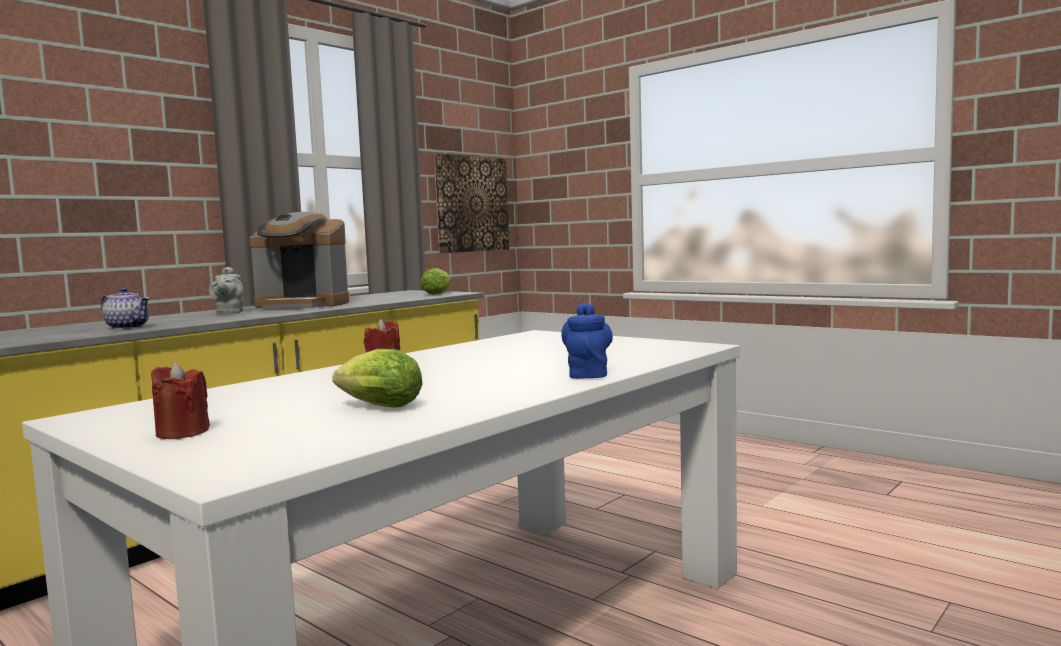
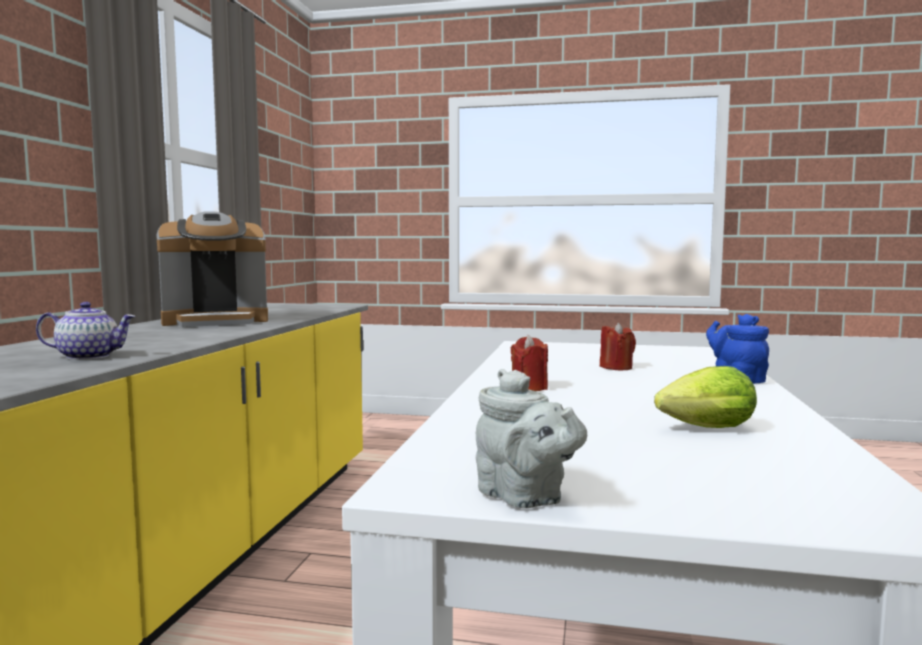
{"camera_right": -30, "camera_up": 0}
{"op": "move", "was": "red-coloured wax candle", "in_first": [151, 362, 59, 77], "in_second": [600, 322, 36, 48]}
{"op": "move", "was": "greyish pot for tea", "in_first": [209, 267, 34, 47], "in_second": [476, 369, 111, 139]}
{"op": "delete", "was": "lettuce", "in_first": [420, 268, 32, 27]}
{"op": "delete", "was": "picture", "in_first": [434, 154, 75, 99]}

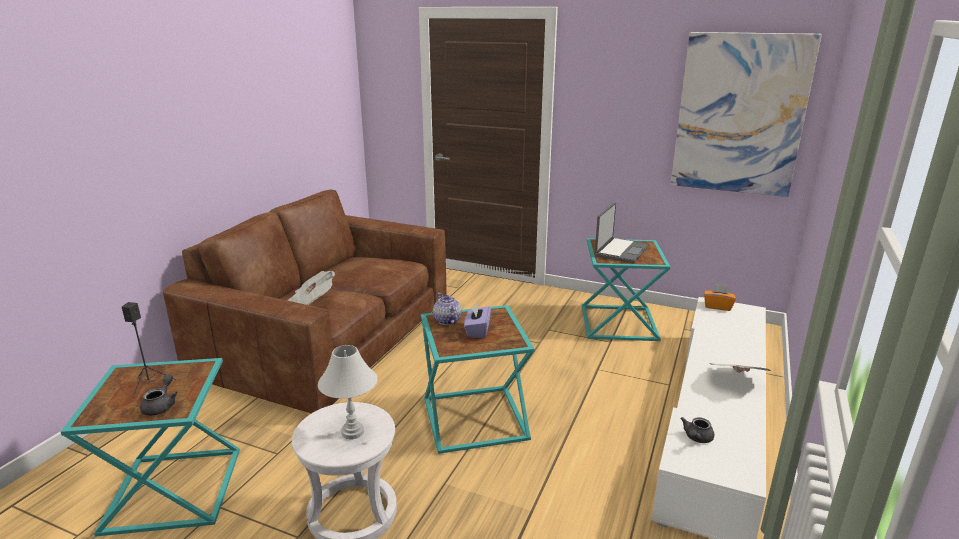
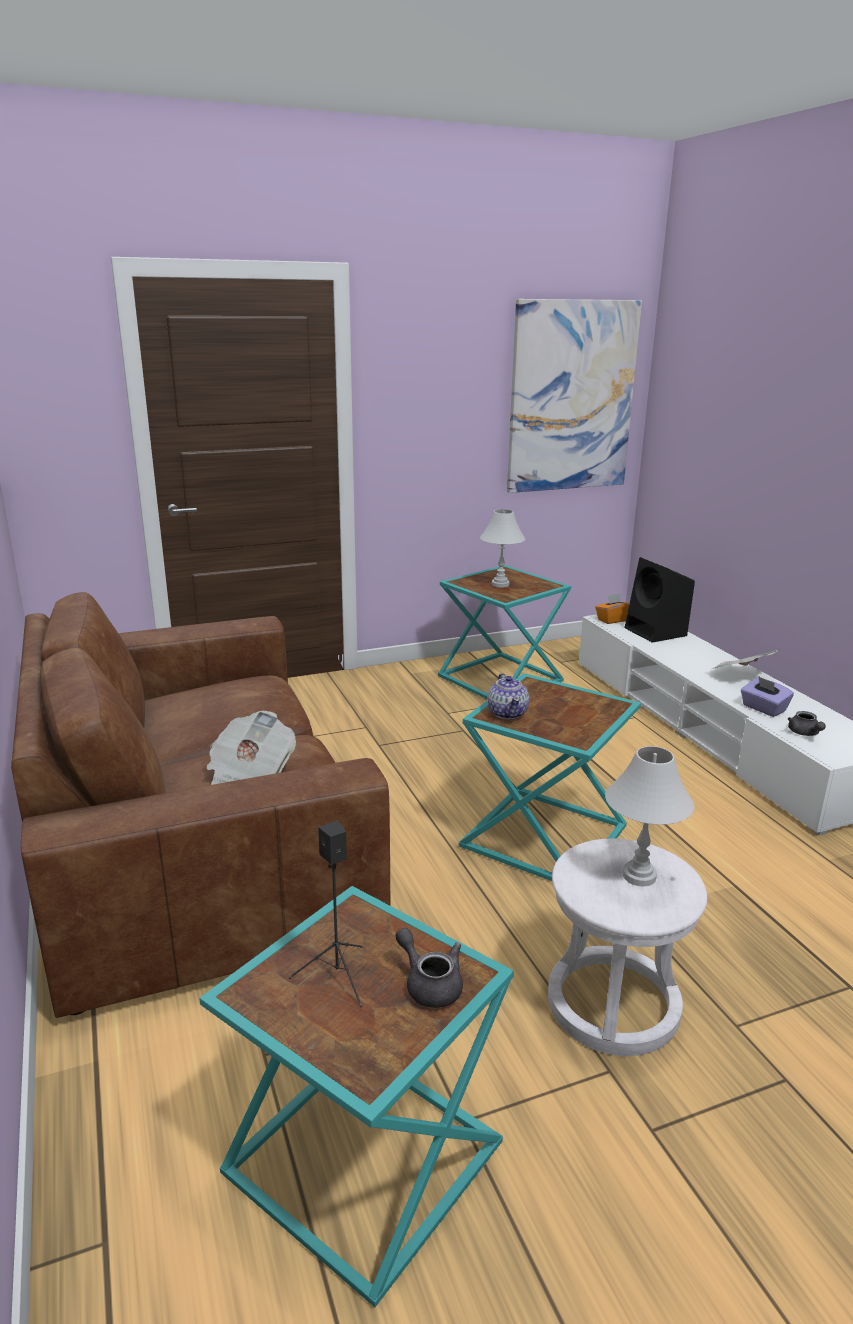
{"camera_right": -45, "camera_up": 0}
{"op": "rotate", "was": "pot for tea", "in_first": [433, 293, 29, 32], "in_second": [487, 673, 42, 46], "clockwise": -120}
{"op": "move", "was": "purplish tissue holder", "in_first": [464, 302, 27, 36], "in_second": [741, 677, 53, 40]}
{"op": "replace", "was": "laptop", "now": "whitish lamp for a table", "in_first": [595, 202, 54, 61], "in_second": [480, 509, 46, 78]}
{"op": "insert", "now": "black-coloured speaker", "in_second": [625, 557, 70, 86]}

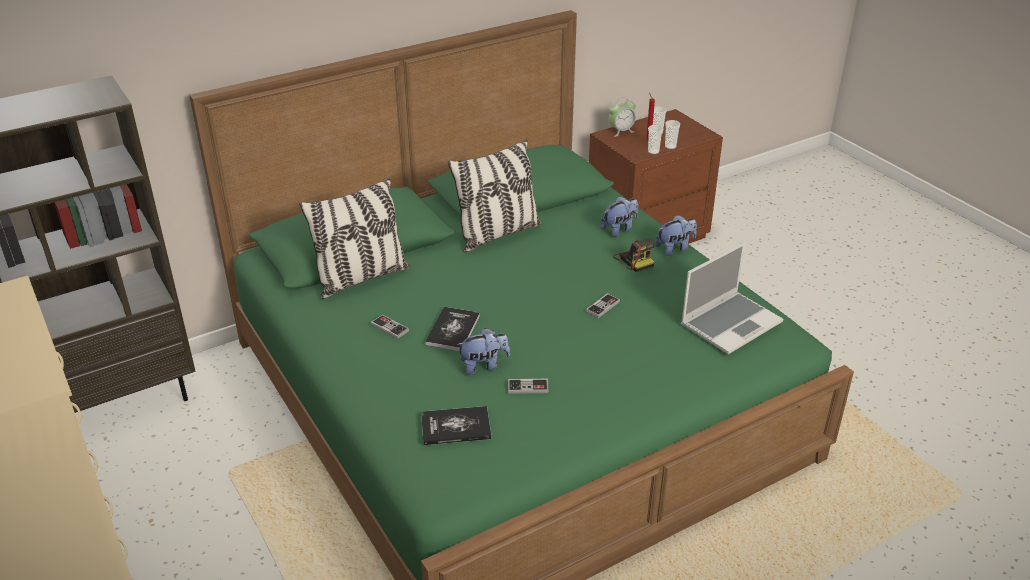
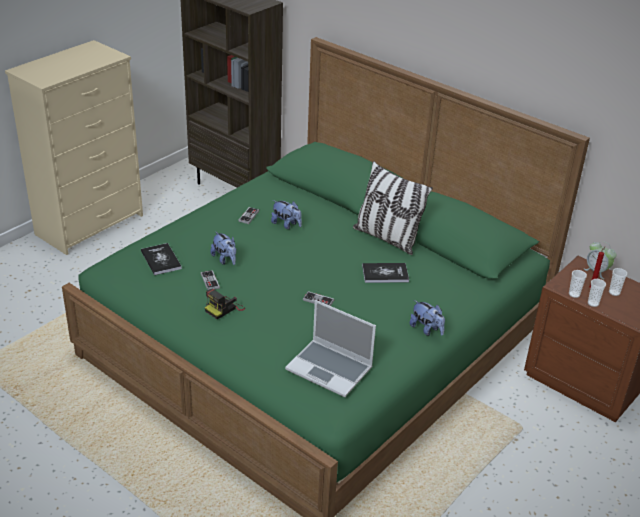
{"camera_right": 70, "camera_up": 0}
{"op": "delete", "was": "pillow", "in_first": [299, 178, 111, 121]}
{"op": "move", "was": "volume", "in_first": [425, 307, 55, 44], "in_second": [362, 263, 47, 20]}
{"op": "move", "was": "plush toy", "in_first": [600, 196, 38, 41], "in_second": [271, 200, 31, 29]}
{"op": "move", "was": "photo camera", "in_first": [613, 238, 42, 34], "in_second": [205, 289, 40, 30]}

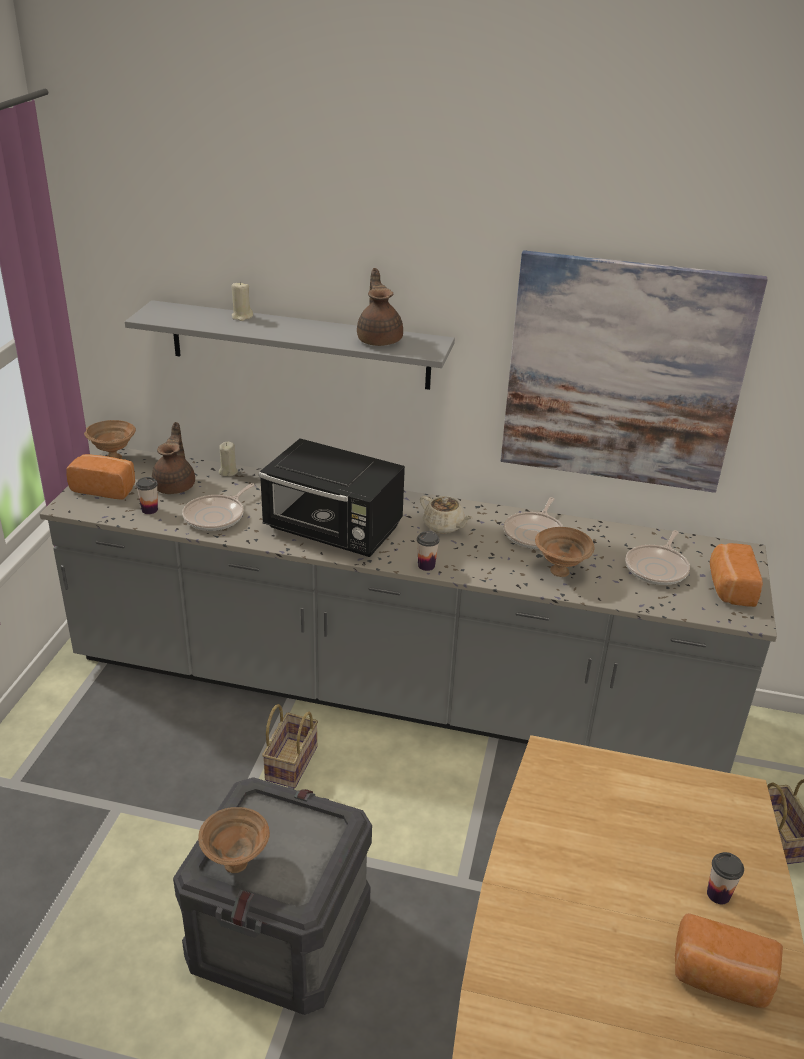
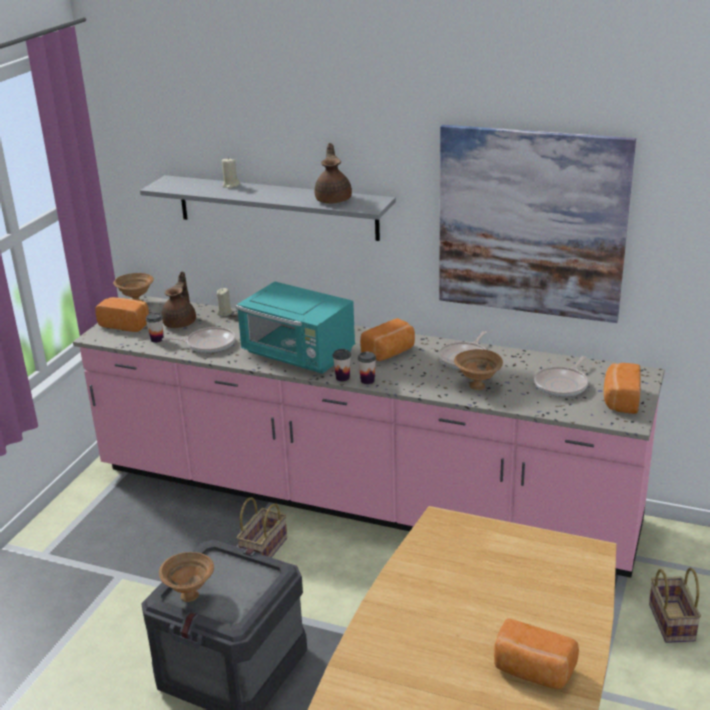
{"camera_right": 10, "camera_up": -5}
{"op": "recolor", "was": "greyish kitchen base unit", "now": "pinkish kitchen base unit", "in_first": [40, 448, 737, 325], "in_second": [73, 295, 592, 283]}
{"op": "rotate", "was": "skillet", "in_first": [182, 483, 73, 48], "in_second": [162, 327, 73, 26], "clockwise": -135}
{"op": "recolor", "was": "black-coloured kitchen microwave", "now": "turquoise kitchen microwave", "in_first": [259, 438, 146, 119], "in_second": [236, 282, 119, 92]}
{"op": "replace", "was": "beige-coloured pot for tea", "now": "baked bread", "in_first": [420, 496, 53, 38], "in_second": [360, 318, 55, 43]}
{"op": "move", "was": "cup", "in_first": [707, 852, 37, 52], "in_second": [333, 349, 18, 32]}

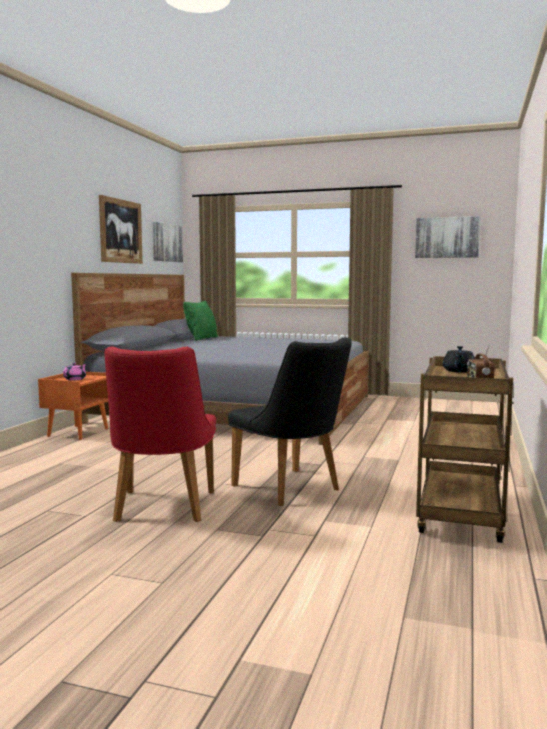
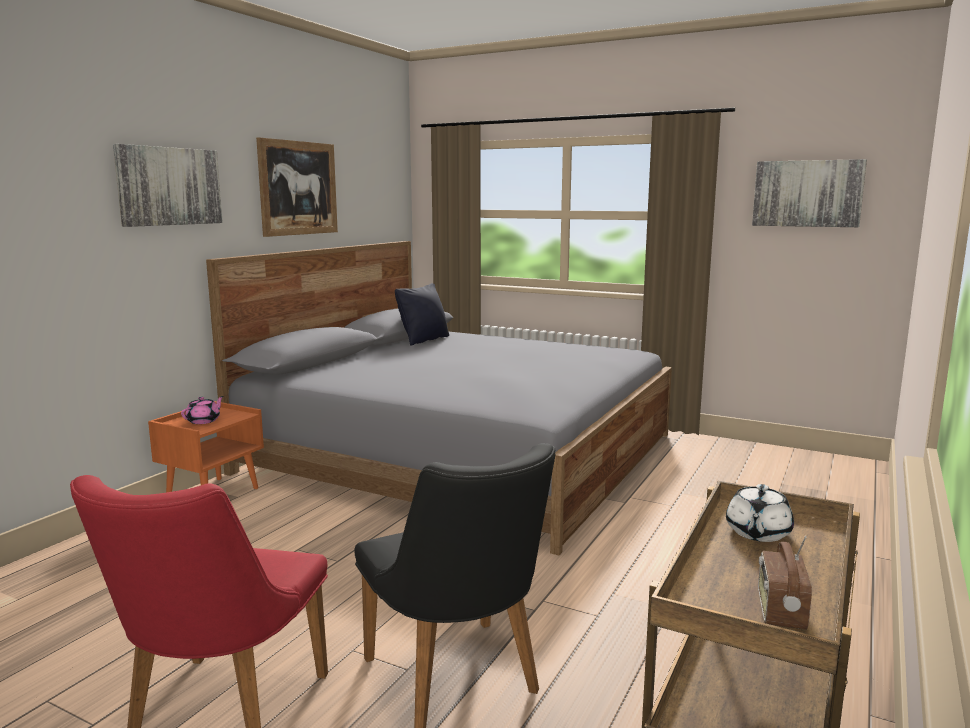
{"camera_right": 10, "camera_up": 5}
{"op": "move", "was": "picture", "in_first": [153, 222, 30, 40], "in_second": [113, 144, 110, 83]}
{"op": "recolor", "was": "greenish pillow", "now": "black-coloured pillow", "in_first": [183, 301, 35, 40], "in_second": [395, 283, 54, 63]}
{"op": "recolor", "was": "black-coloured pot for tea", "now": "whitish pot for tea", "in_first": [443, 346, 32, 27], "in_second": [726, 484, 68, 58]}

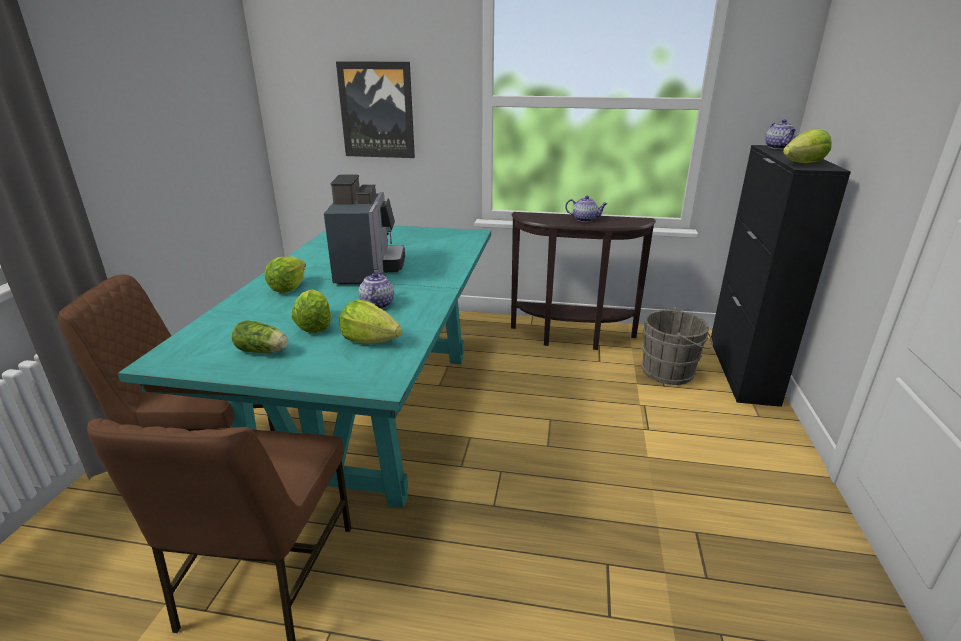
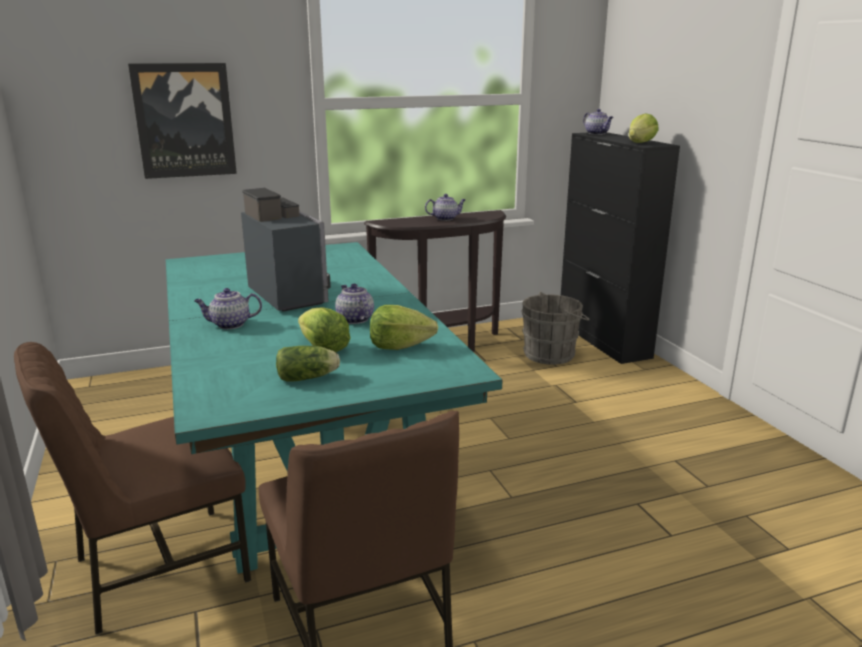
{"camera_right": -30, "camera_up": -5}
{"op": "replace", "was": "lettuce", "now": "pot for tea", "in_first": [265, 256, 41, 37], "in_second": [194, 288, 68, 41]}

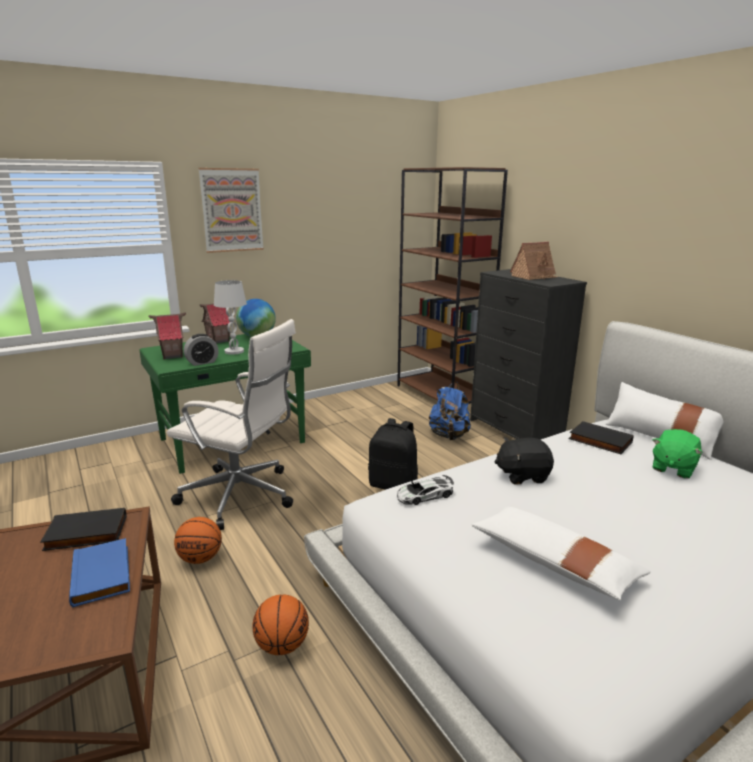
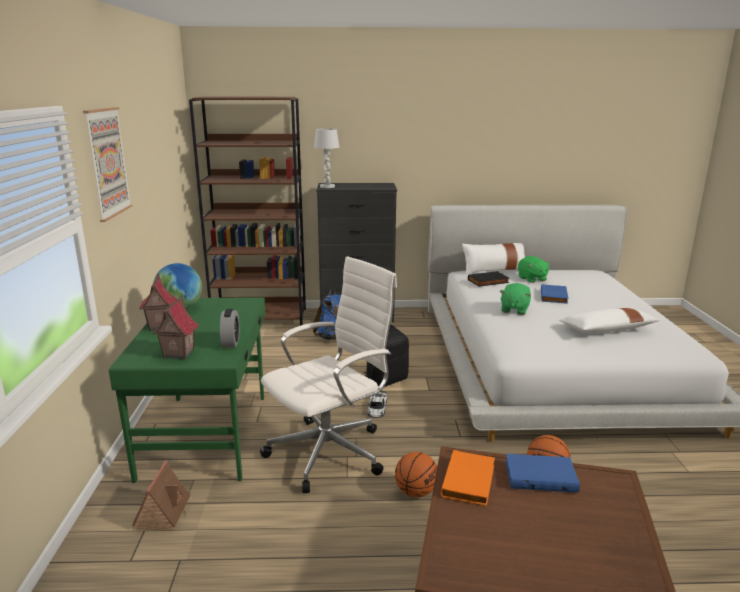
{"camera_right": -60, "camera_up": 0}
{"op": "recolor", "was": "black-coloured volume", "now": "orangey volume", "in_first": [40, 508, 87, 43], "in_second": [441, 450, 54, 56]}
{"op": "move", "was": "whitish lamp for a table", "in_first": [214, 280, 33, 75], "in_second": [314, 129, 25, 59]}
{"op": "move", "was": "miniature car", "in_first": [397, 475, 57, 30], "in_second": [368, 391, 19, 27]}
{"op": "recolor", "was": "black-coloured plush toy", "now": "greenish plush toy", "in_first": [494, 437, 60, 47], "in_second": [500, 283, 31, 32]}
{"op": "move", "was": "model house", "in_first": [510, 242, 47, 38], "in_second": [132, 461, 58, 70]}
{"op": "insert", "now": "bluish volume", "in_second": [541, 284, 27, 20]}

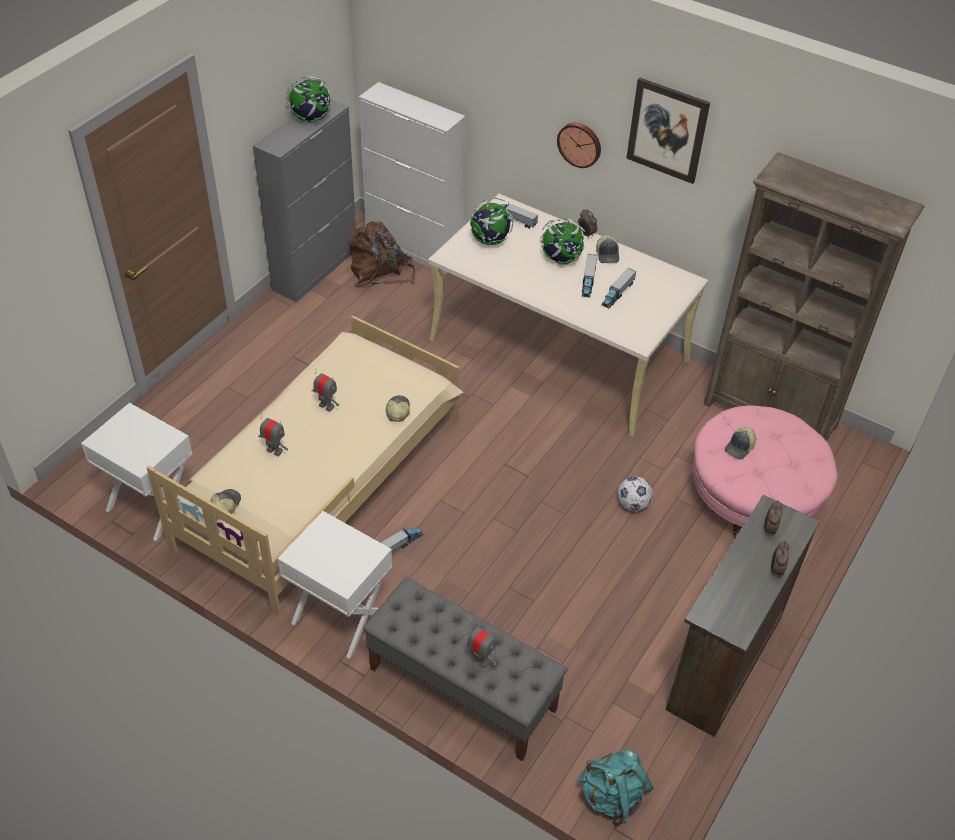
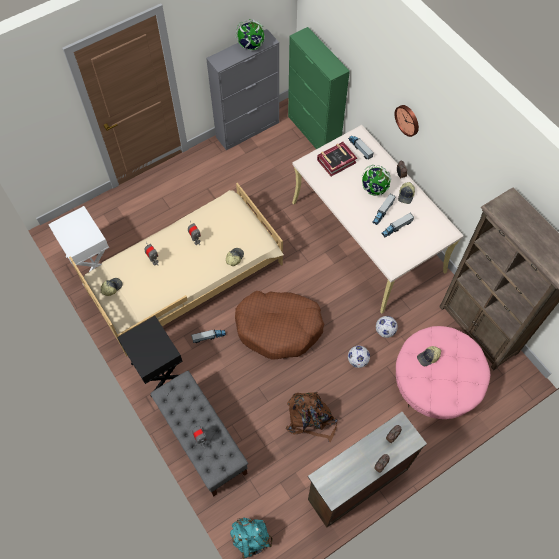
{"camera_right": 25, "camera_up": 15}
{"op": "recolor", "was": "whitish bedside table", "now": "black-coloured bedside table", "in_first": [277, 511, 115, 148], "in_second": [117, 316, 66, 81]}
{"op": "move", "was": "brown backpack", "in_first": [348, 221, 67, 66], "in_second": [286, 392, 51, 50]}
{"op": "recolor", "was": "whitish storage cabinet", "now": "greenish storage cabinet", "in_first": [359, 82, 106, 192], "in_second": [288, 27, 62, 122]}
{"op": "replace", "was": "globe", "now": "volume", "in_first": [470, 198, 43, 47], "in_second": [317, 142, 40, 34]}
{"op": "delete", "was": "picture", "in_first": [626, 78, 84, 106]}
{"op": "insert", "now": "brown pet bed", "in_second": [235, 291, 89, 69]}
{"op": "insert", "now": "football ball", "in_second": [376, 316, 22, 22]}

